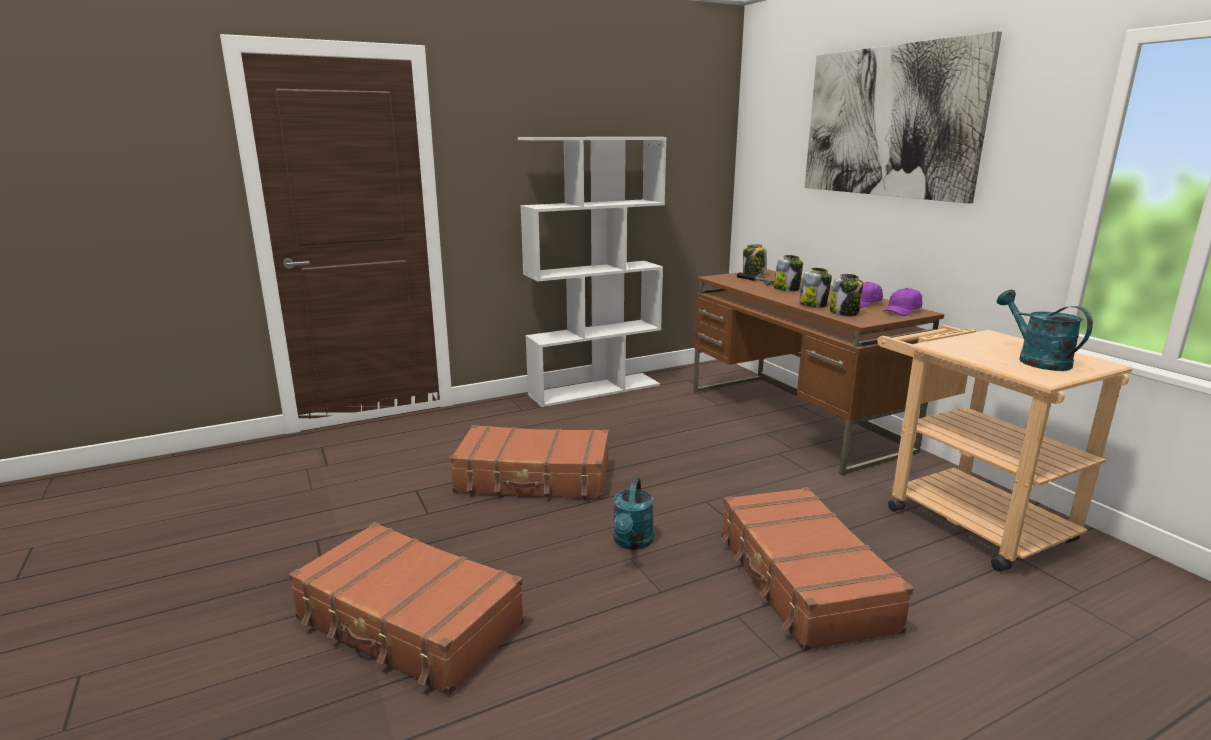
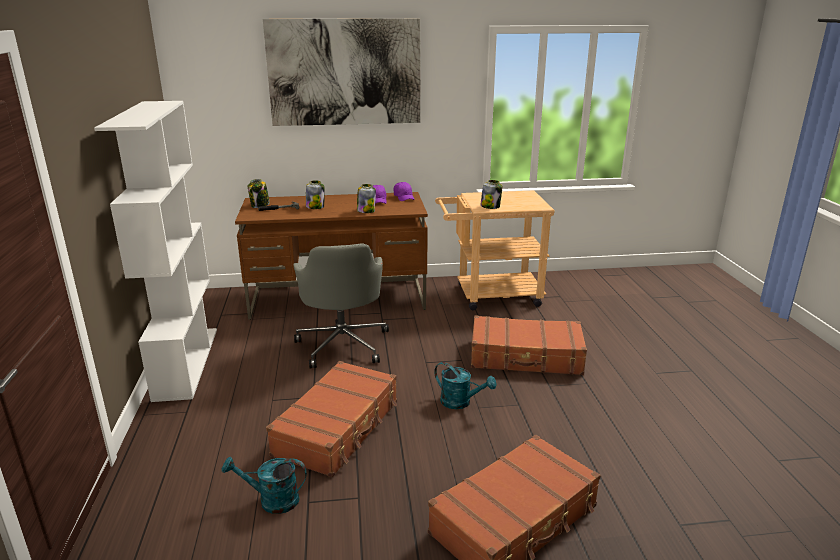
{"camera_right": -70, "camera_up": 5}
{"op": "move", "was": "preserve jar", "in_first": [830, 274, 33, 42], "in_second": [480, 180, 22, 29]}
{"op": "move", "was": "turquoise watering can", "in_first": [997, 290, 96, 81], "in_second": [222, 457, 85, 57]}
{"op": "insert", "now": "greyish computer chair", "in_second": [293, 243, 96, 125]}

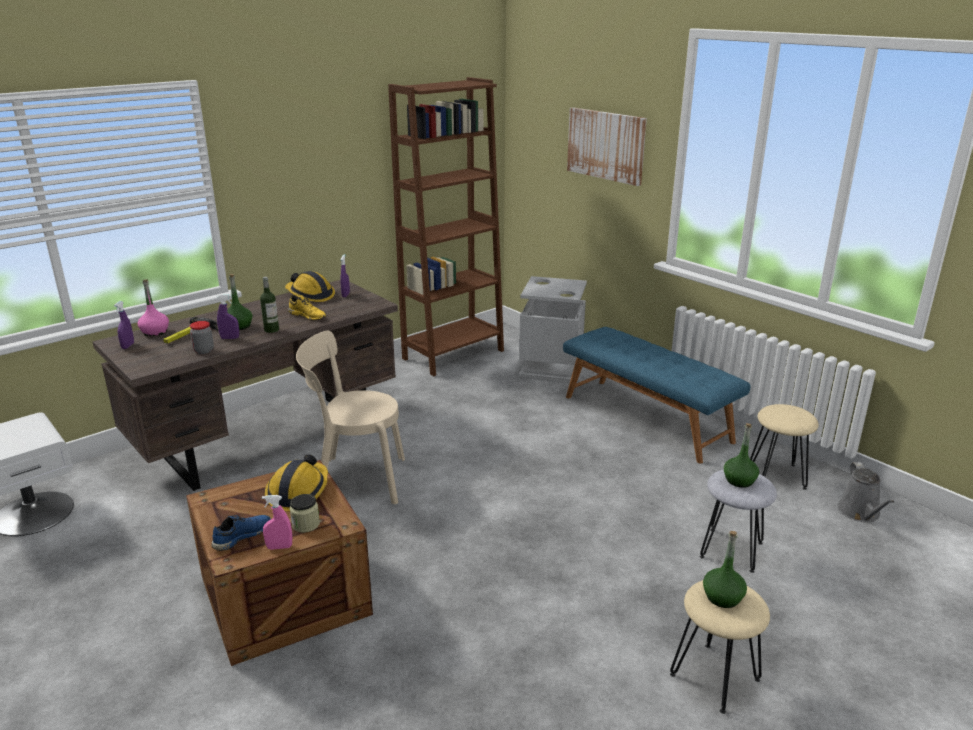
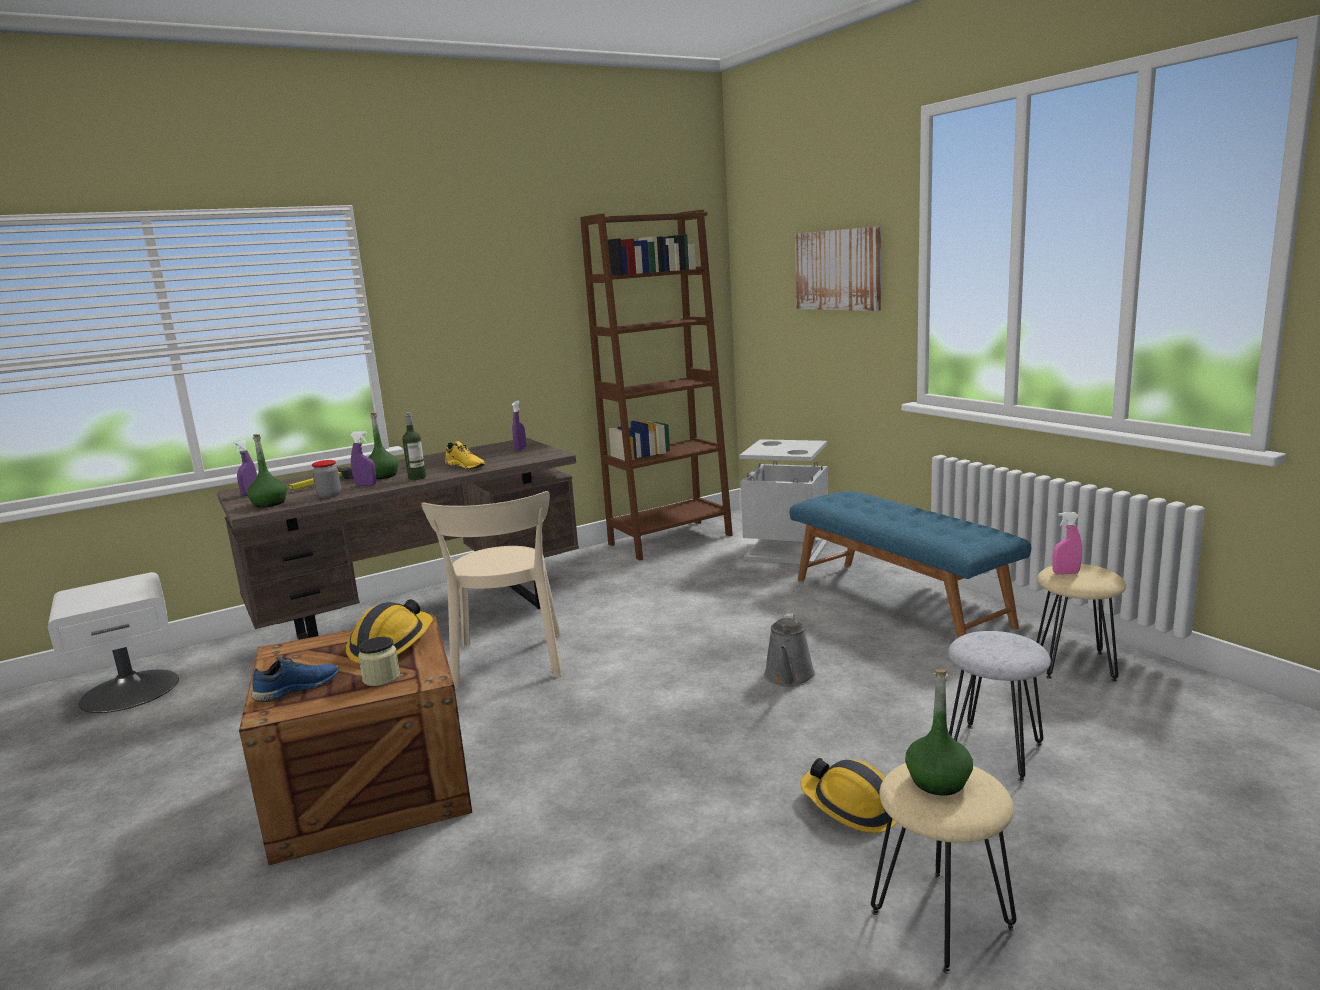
{"camera_right": 10, "camera_up": -10}
{"op": "delete", "was": "pinkish beverage bottle", "in_first": [138, 279, 31, 57]}
{"op": "move", "was": "pinkish hand sprayer", "in_first": [262, 495, 30, 55], "in_second": [1052, 512, 30, 62]}
{"op": "move", "was": "safety helmet", "in_first": [285, 271, 50, 31], "in_second": [800, 758, 97, 75]}
{"op": "rotate", "was": "beige-coloured upright chair", "in_first": [296, 331, 109, 173], "in_second": [421, 491, 141, 198], "clockwise": -105}
{"op": "move", "was": "greenish beverage bottle", "in_first": [724, 423, 35, 65], "in_second": [247, 434, 40, 73]}
{"op": "move", "was": "greyish watering can", "in_first": [837, 462, 57, 60], "in_second": [764, 613, 51, 74]}

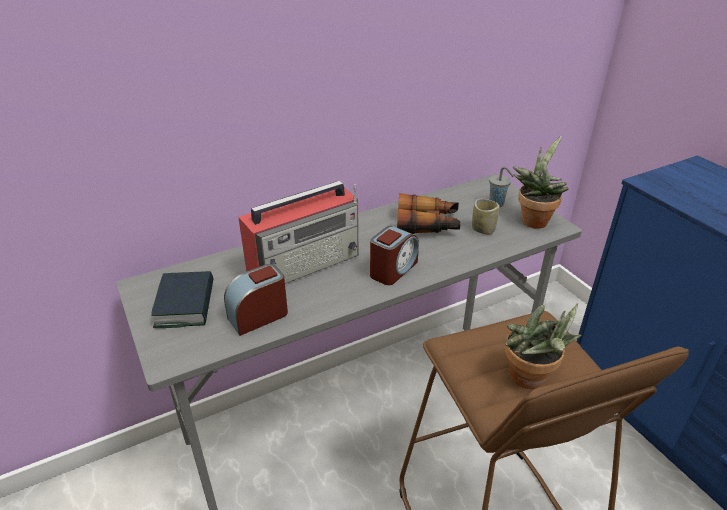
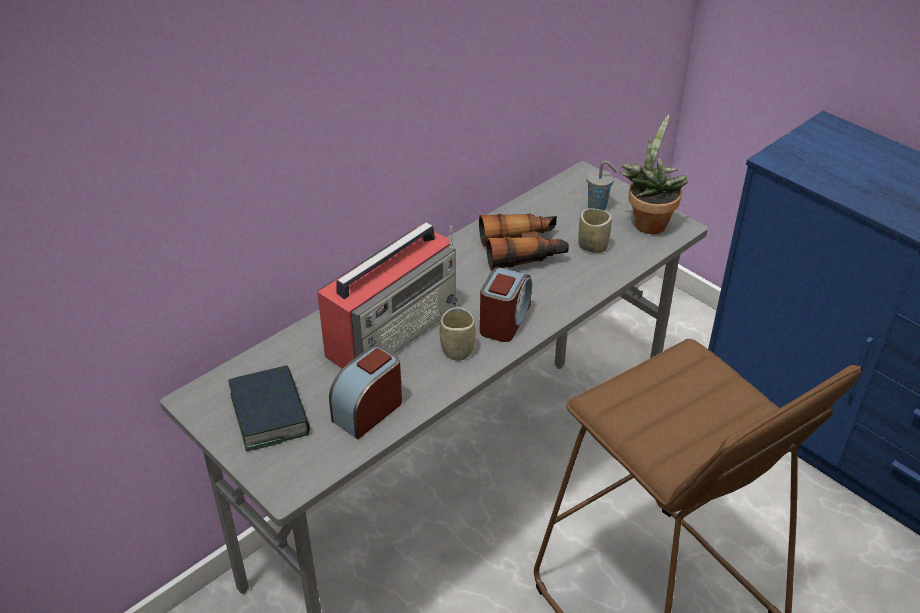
{"camera_right": -15, "camera_up": 5}
{"op": "delete", "was": "plant in a pot", "in_first": [505, 303, 76, 86]}
{"op": "insert", "now": "cup", "in_second": [440, 307, 36, 54]}

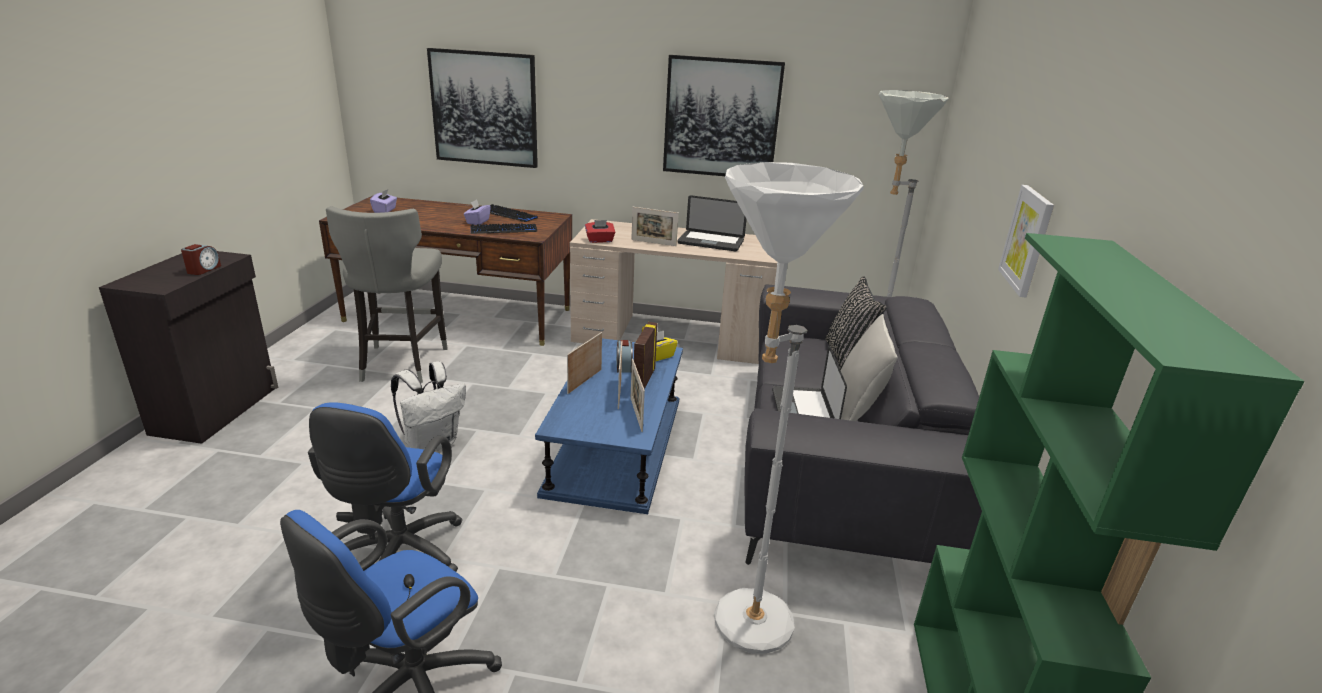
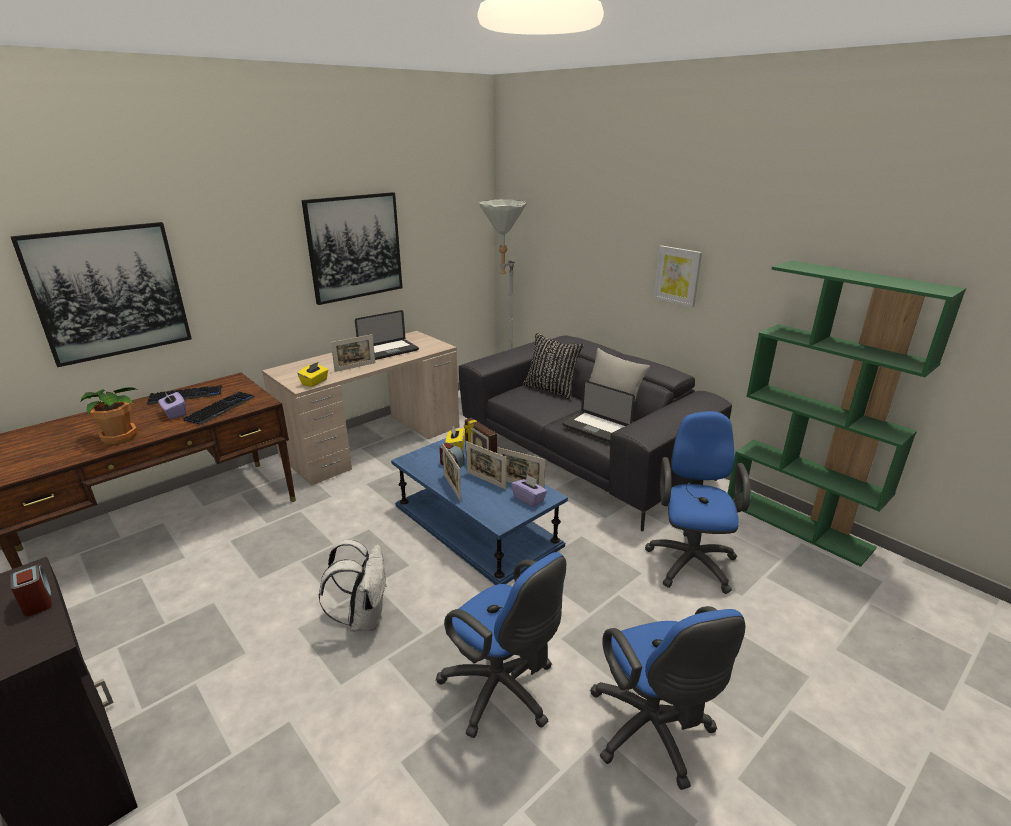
{"camera_right": -50, "camera_up": 0}
{"op": "delete", "was": "greyish stool seat", "in_first": [326, 206, 122, 177]}
{"op": "move", "was": "purplish tissue holder", "in_first": [370, 189, 27, 24], "in_second": [511, 475, 36, 32]}
{"op": "recolor", "was": "red-coloured tissue holder", "now": "yellow-coloured tissue holder", "in_first": [585, 220, 30, 23], "in_second": [297, 362, 32, 25]}
{"op": "replace", "was": "whitish floor lamp", "now": "bluish computer chair", "in_first": [714, 162, 149, 492], "in_second": [645, 411, 106, 183]}
{"op": "insert", "now": "plant in a pot", "in_second": [81, 387, 57, 58]}

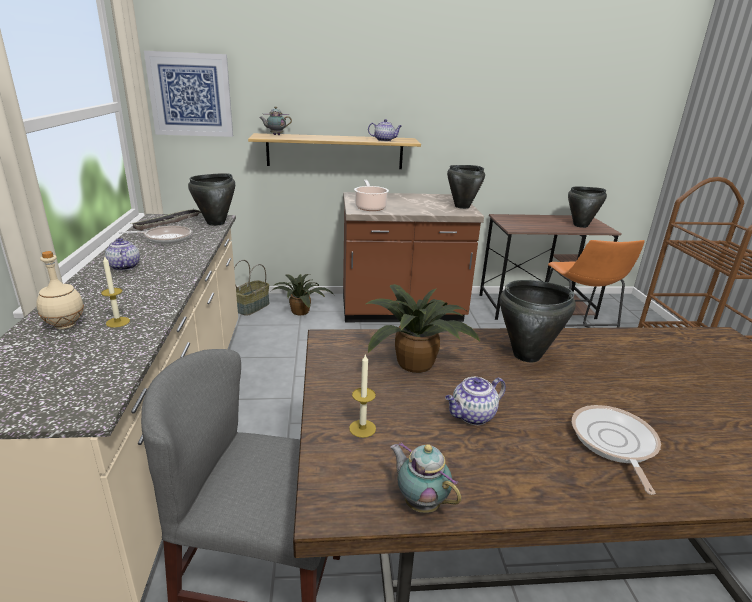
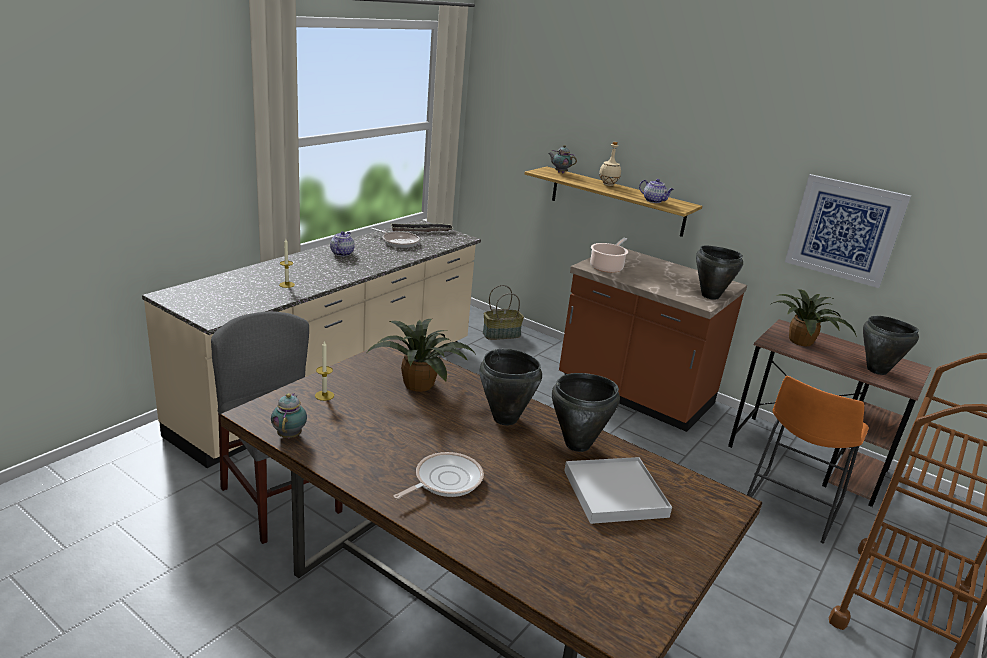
{"camera_right": 40, "camera_up": 0}
{"op": "move", "was": "beige-coloured beverage bottle", "in_first": [36, 251, 48, 78], "in_second": [599, 142, 22, 44]}
{"op": "move", "was": "picture", "in_first": [144, 51, 89, 86], "in_second": [785, 174, 126, 114]}
{"op": "move", "was": "black-coloured cooking pot", "in_first": [188, 173, 47, 53], "in_second": [552, 373, 68, 79]}
{"op": "move", "was": "plant in a pot", "in_first": [271, 274, 64, 41], "in_second": [770, 289, 87, 57]}
{"op": "delete", "was": "pot for tea", "in_first": [445, 377, 61, 48]}
{"op": "insert", "now": "whitish tray", "in_second": [564, 457, 108, 67]}

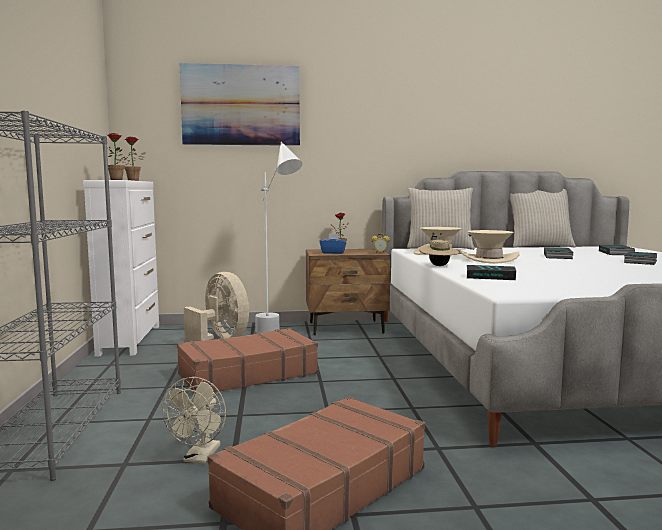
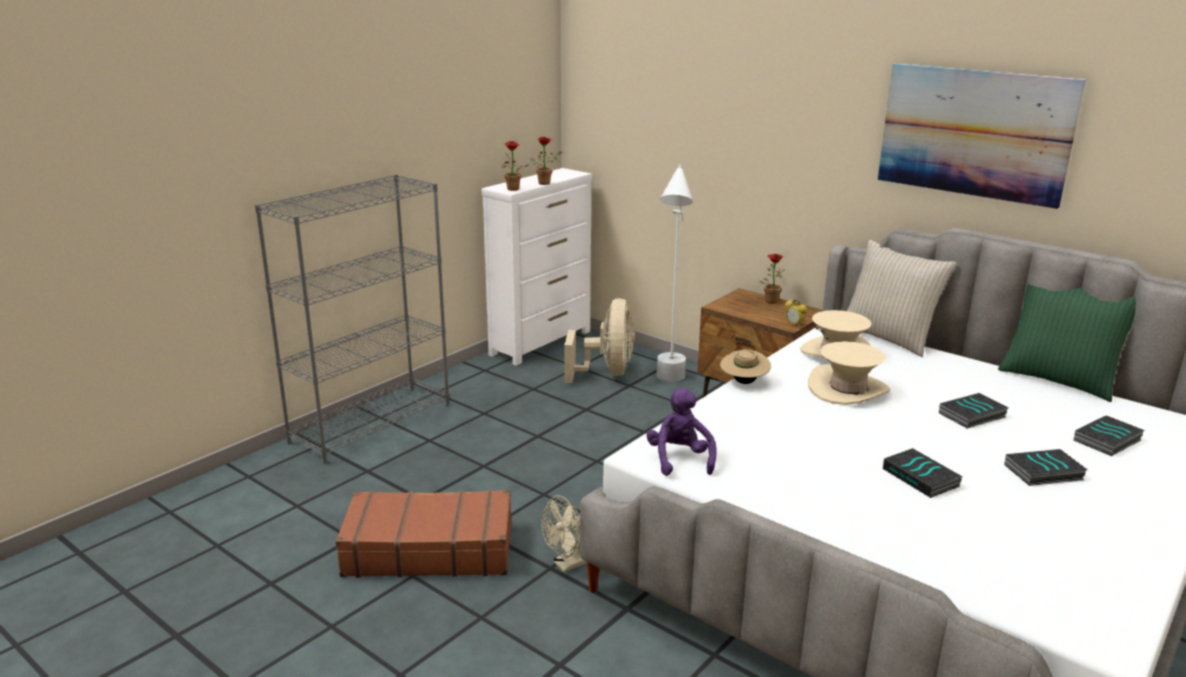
{"camera_right": 45, "camera_up": 15}
{"op": "move", "was": "beige-coloured electric fan", "in_first": [163, 377, 63, 87], "in_second": [541, 495, 46, 77]}
{"op": "delete", "was": "brown piece of luggage", "in_first": [177, 328, 141, 65]}
{"op": "move", "was": "picture", "in_first": [180, 63, 120, 83], "in_second": [878, 63, 208, 146]}
{"op": "delete", "was": "bluish tissue holder", "in_first": [320, 233, 26, 21]}
{"op": "move", "was": "volume", "in_first": [467, 265, 49, 15], "in_second": [883, 448, 80, 50]}
{"op": "recolor", "was": "beige-coloured pillow", "now": "greenish pillow", "in_first": [510, 189, 66, 59], "in_second": [998, 283, 138, 119]}
{"op": "insert", "now": "purplish plush toy", "in_second": [647, 388, 70, 88]}

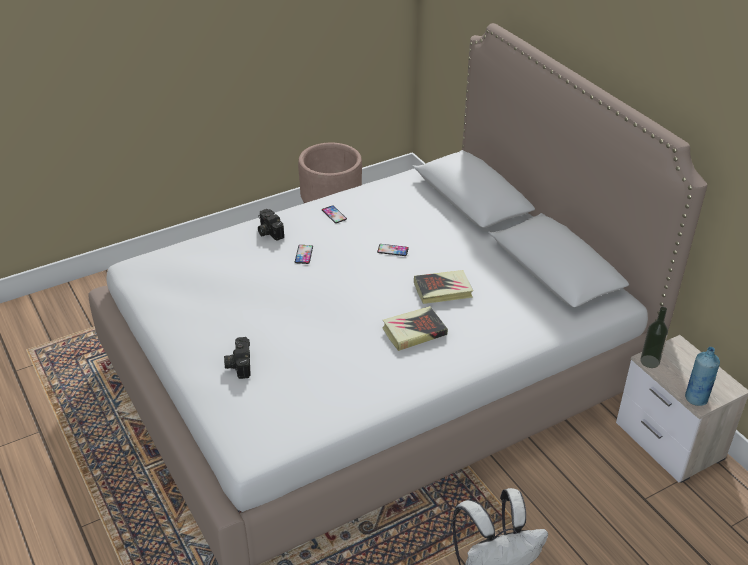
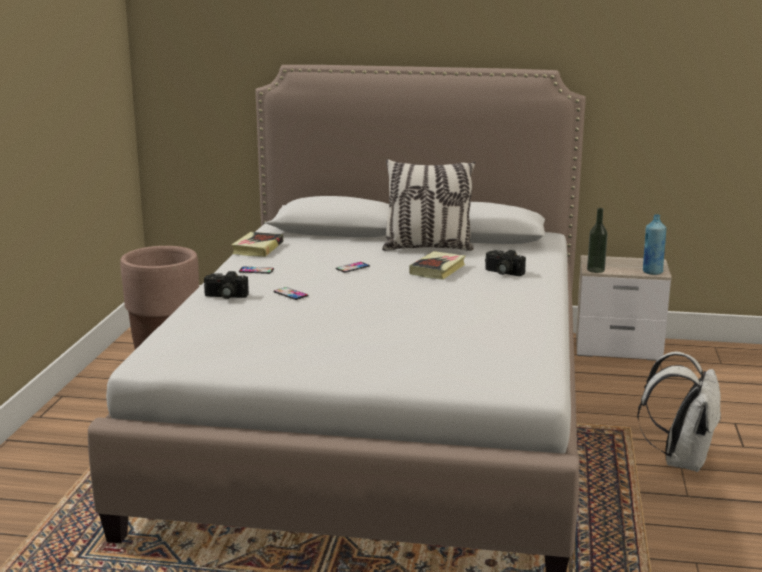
{"camera_right": -50, "camera_up": -20}
{"op": "move", "was": "photo camera", "in_first": [224, 337, 27, 42], "in_second": [485, 250, 41, 26]}
{"op": "move", "was": "volume", "in_first": [382, 306, 66, 45], "in_second": [232, 232, 51, 25]}
{"op": "insert", "now": "pillow", "in_second": [382, 159, 93, 92]}

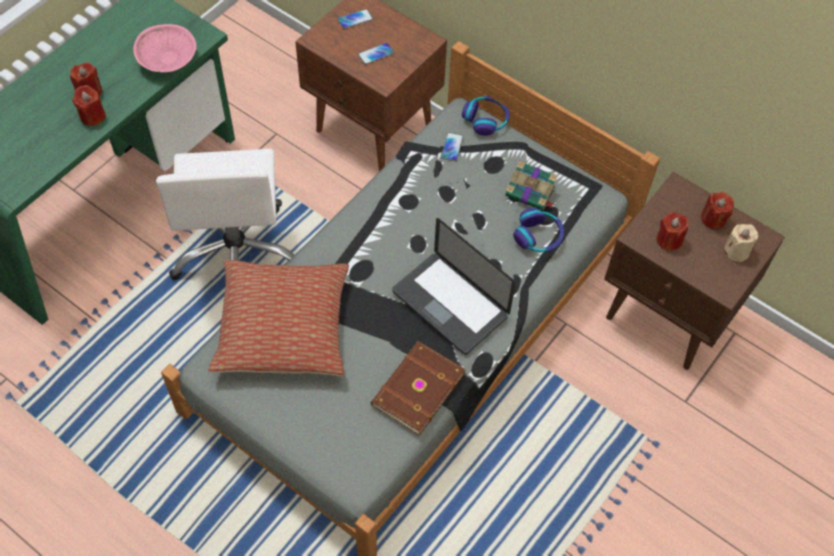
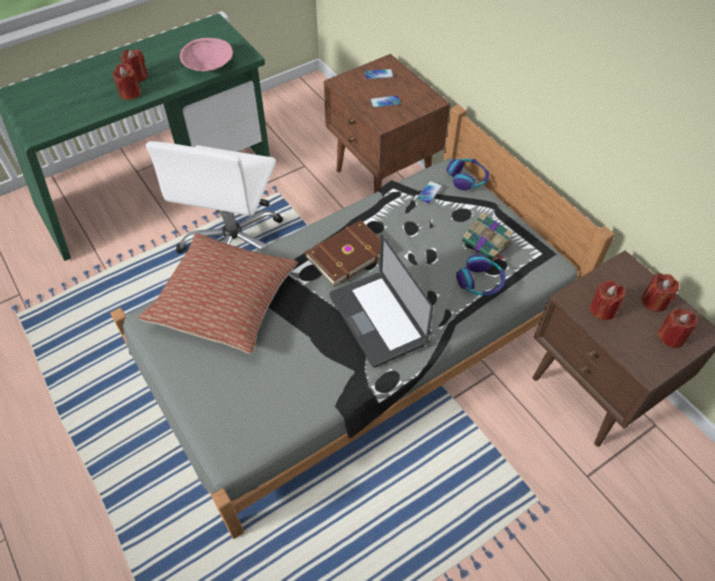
{"camera_right": 20, "camera_up": -5}
{"op": "move", "was": "brown volume", "in_first": [371, 341, 94, 95], "in_second": [305, 220, 76, 67]}
{"op": "recolor", "was": "beige-coloured wax candle", "now": "red-coloured wax candle", "in_first": [723, 224, 35, 38], "in_second": [657, 308, 41, 40]}

